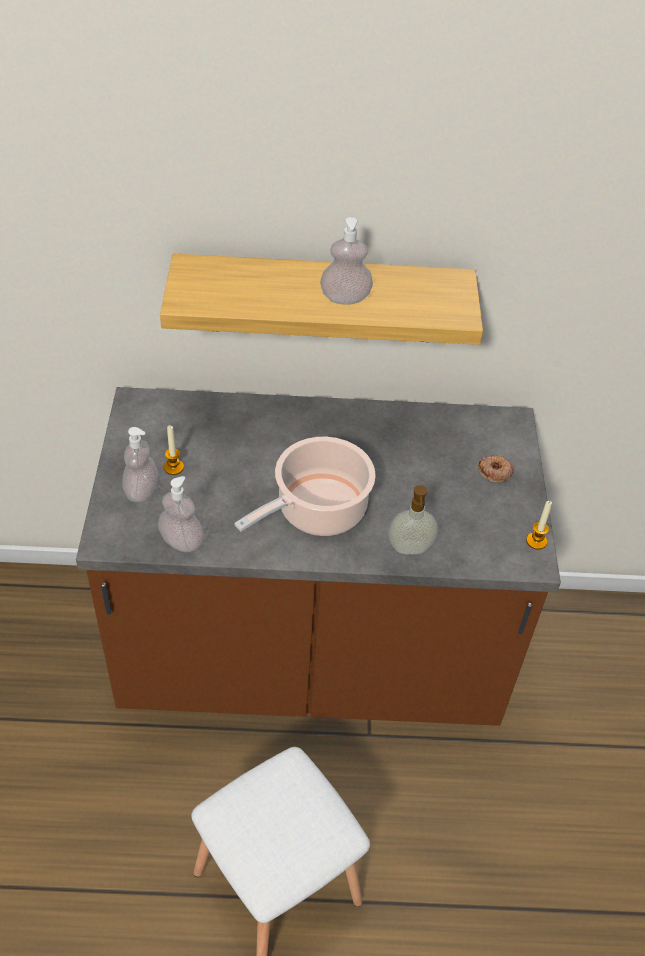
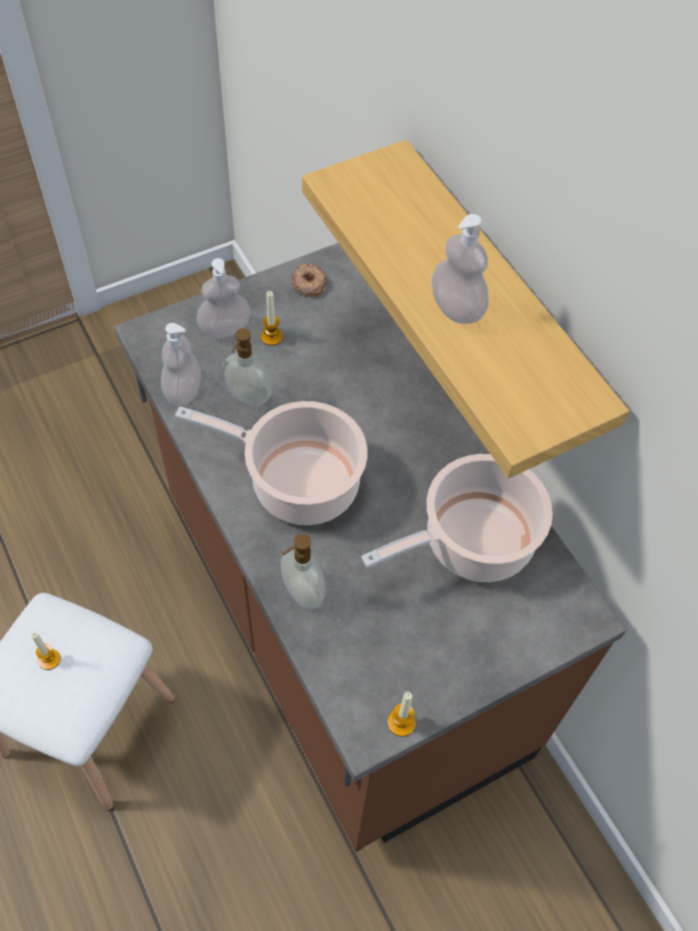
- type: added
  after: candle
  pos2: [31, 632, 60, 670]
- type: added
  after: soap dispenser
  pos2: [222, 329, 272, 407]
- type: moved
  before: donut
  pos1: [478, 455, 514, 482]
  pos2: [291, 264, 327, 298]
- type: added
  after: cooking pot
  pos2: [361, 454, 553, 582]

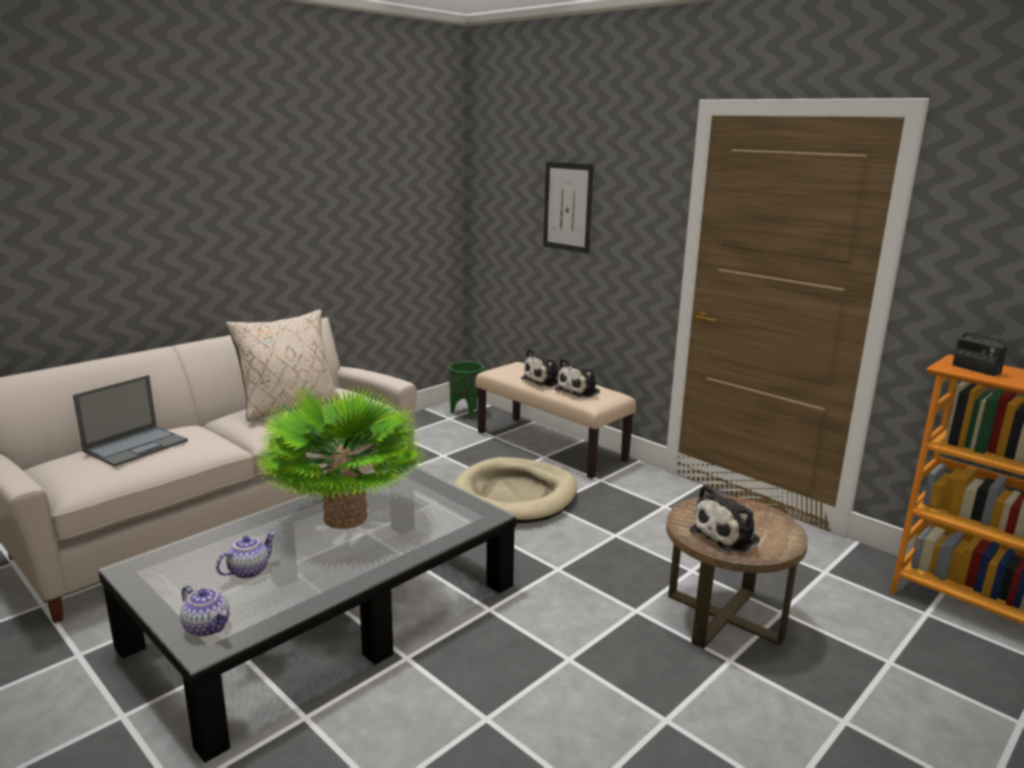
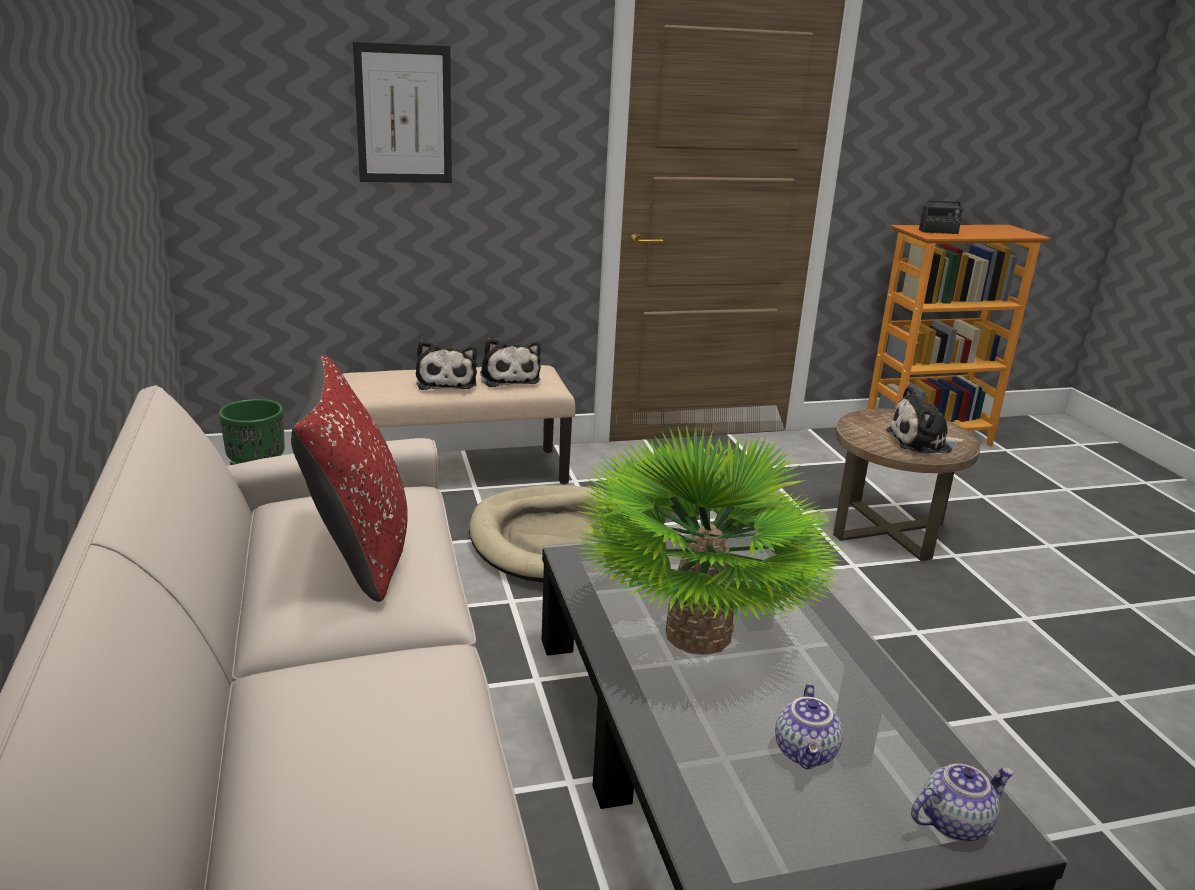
- type: recoloured
  before: beige pillow
  after: red pillow
  pos1: [226, 309, 338, 421]
  pos2: [291, 355, 408, 602]
- type: turned
  before: teapot
  pos1: [216, 532, 276, 579]
  pos2: [775, 683, 843, 769]
  turn: -150
- type: turned
  before: plush toy
  pos1: [690, 485, 760, 552]
  pos2: [886, 386, 965, 454]
  turn: 90
- type: removed
  before: laptop
  pos1: [73, 375, 188, 467]

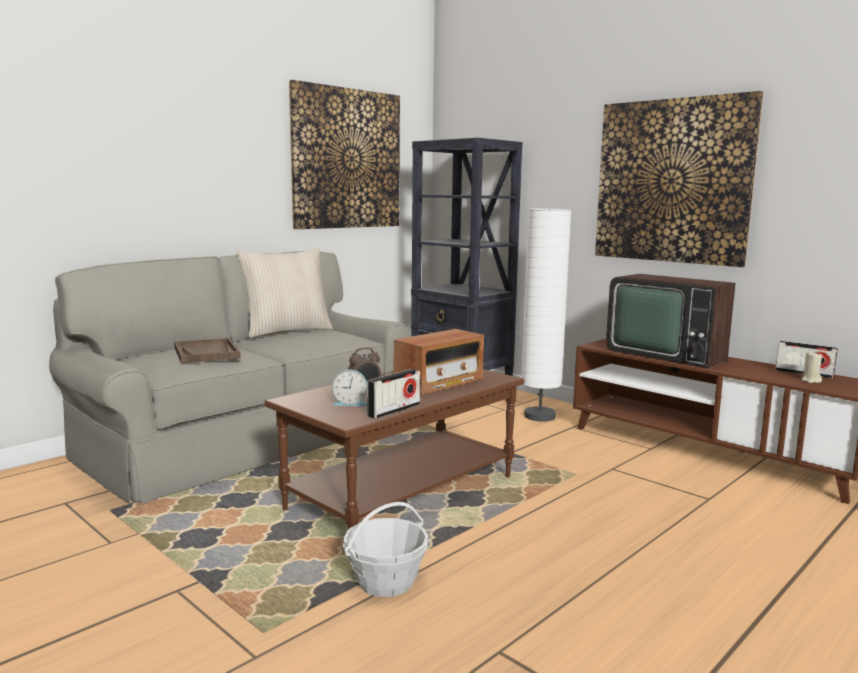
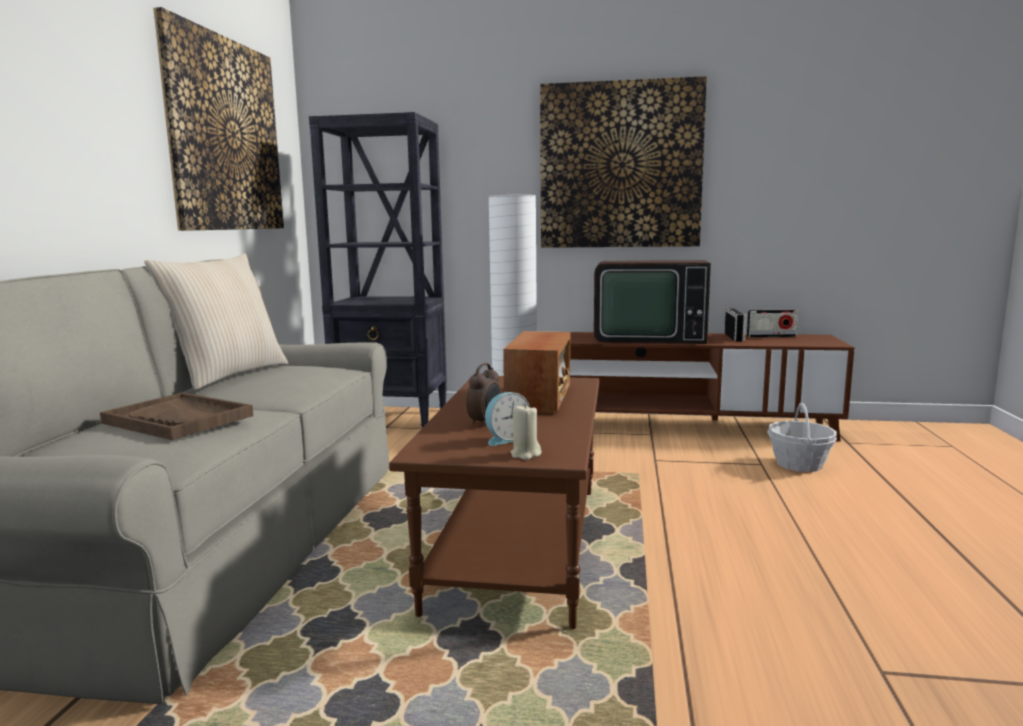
- type: moved
  before: beige candle
  pos1: [801, 352, 822, 383]
  pos2: [511, 404, 542, 460]
- type: moved
  before: radio
  pos1: [367, 369, 420, 419]
  pos2: [725, 308, 746, 342]
- type: moved
  before: basket
  pos1: [343, 502, 428, 597]
  pos2: [767, 403, 837, 472]

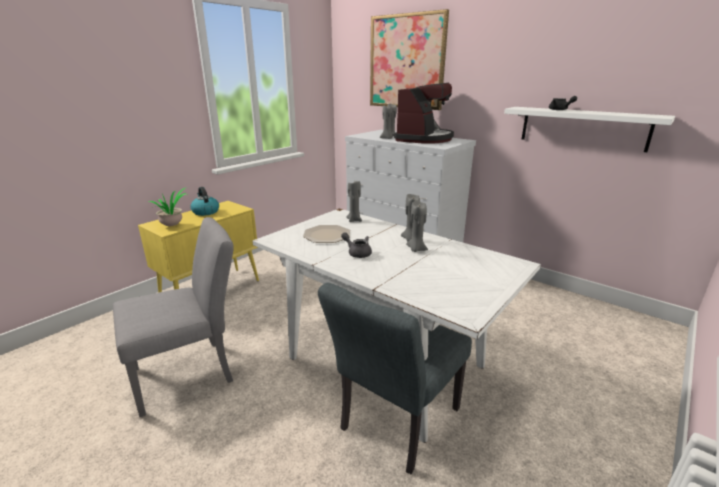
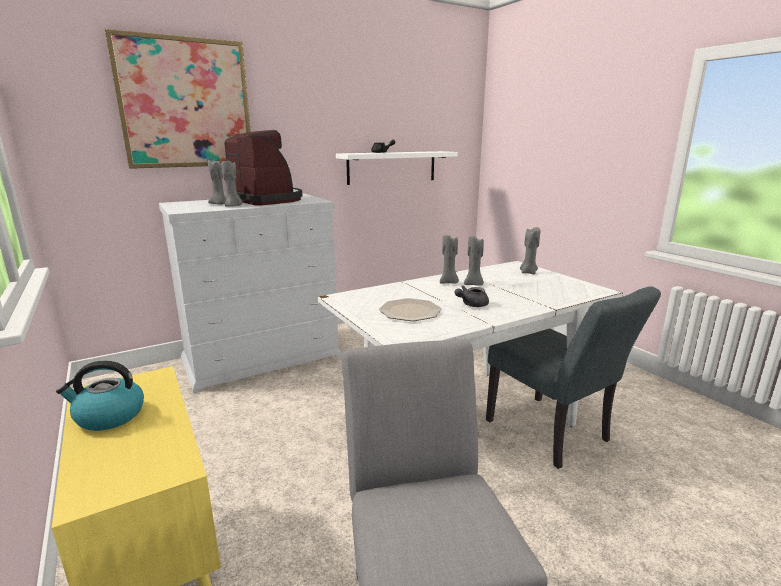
- type: moved
  before: grey candle
  pos1: [346, 181, 362, 222]
  pos2: [520, 227, 540, 274]
- type: removed
  before: potted plant
  pos1: [148, 188, 186, 226]

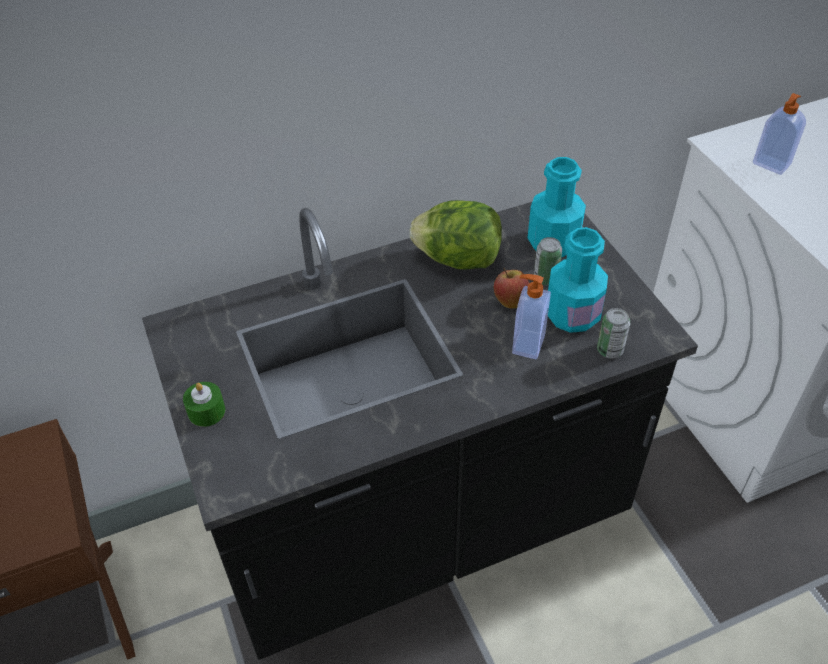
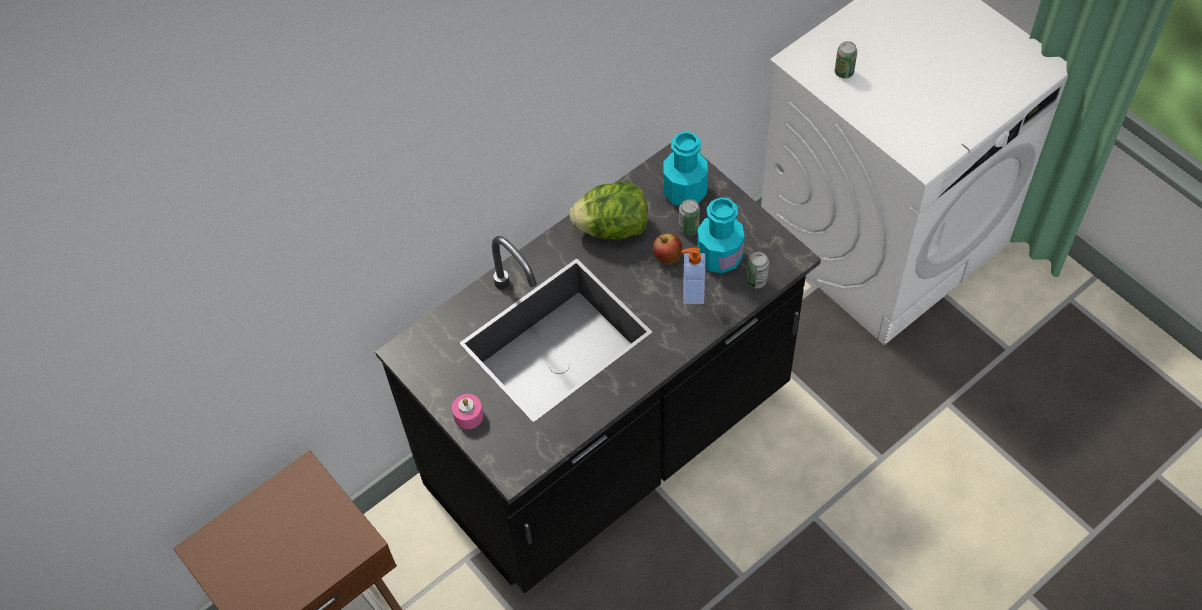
- type: recoloured
  before: green candle
  after: pink candle
  pos1: [183, 382, 225, 427]
  pos2: [452, 394, 484, 429]
- type: replaced
  before: soap dispenser
  after: can
  pos1: [753, 93, 806, 175]
  pos2: [835, 41, 857, 78]

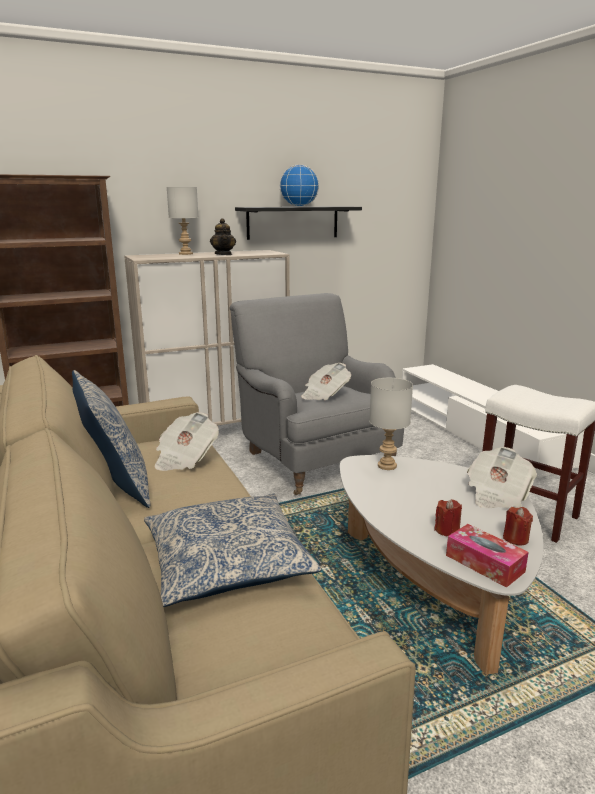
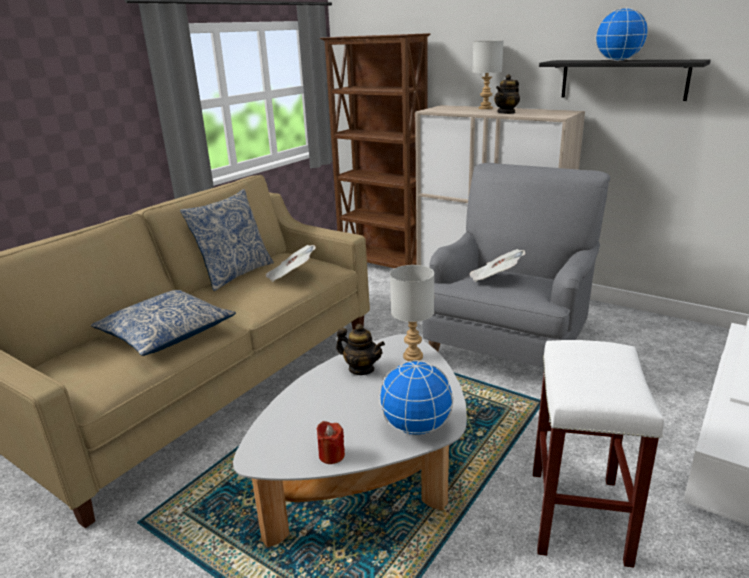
- type: added
  after: teapot
  pos2: [336, 324, 385, 375]
- type: replaced
  before: newspaper
  after: globe
  pos1: [467, 447, 537, 508]
  pos2: [379, 360, 454, 435]
- type: removed
  before: red candle
  pos1: [434, 499, 462, 536]
- type: removed
  before: tissue box
  pos1: [446, 524, 529, 588]

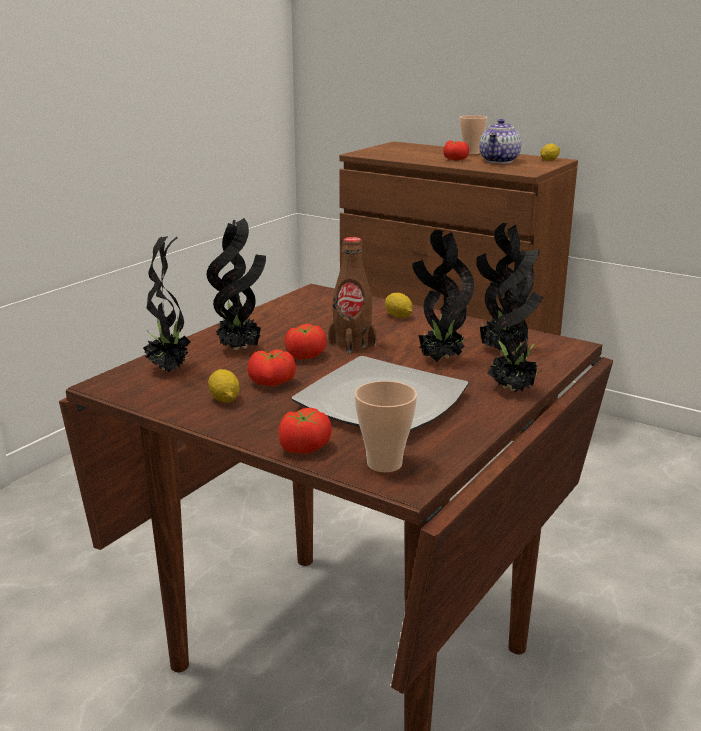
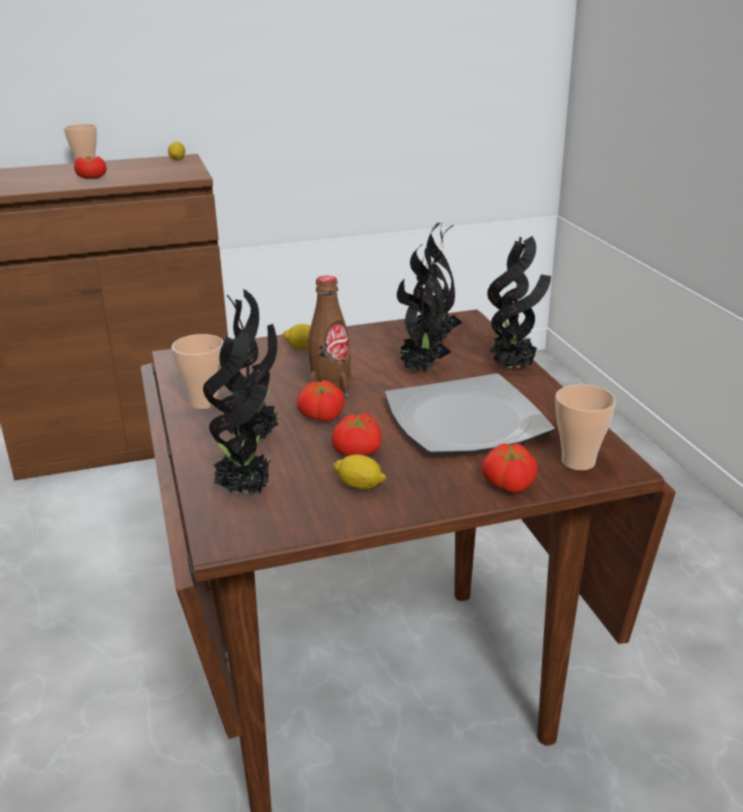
- type: added
  after: cup
  pos2: [172, 334, 223, 409]
- type: removed
  before: teapot
  pos1: [479, 119, 521, 163]

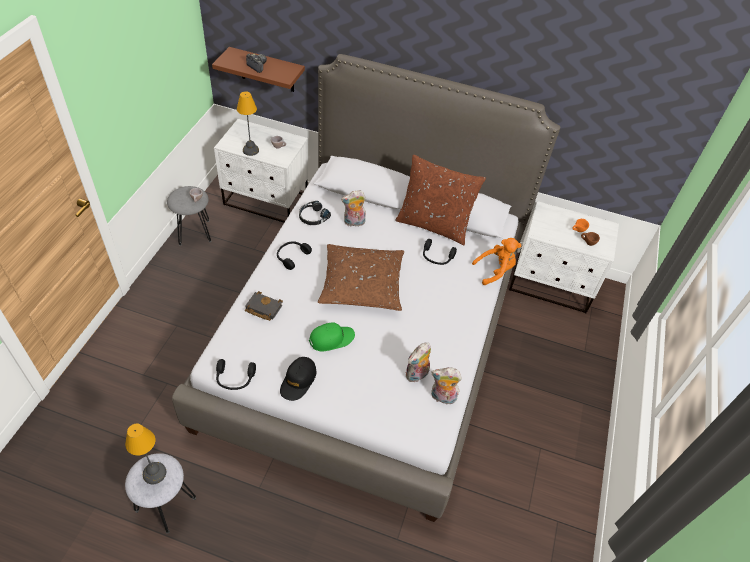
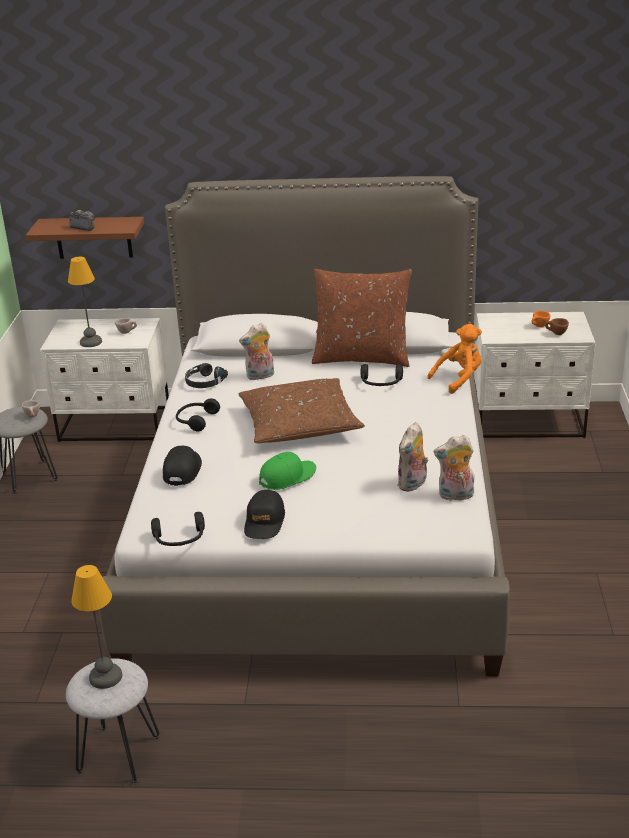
- type: replaced
  before: black book
  after: black cap
  pos1: [245, 291, 283, 321]
  pos2: [163, 446, 202, 486]

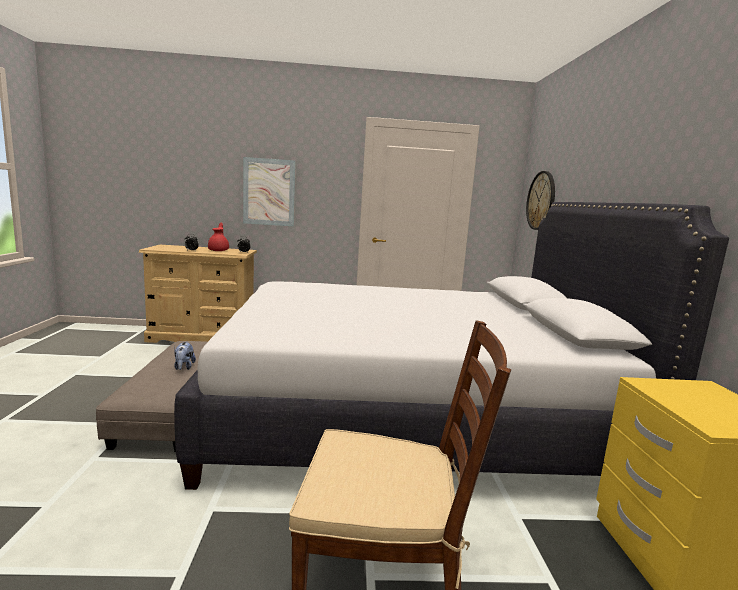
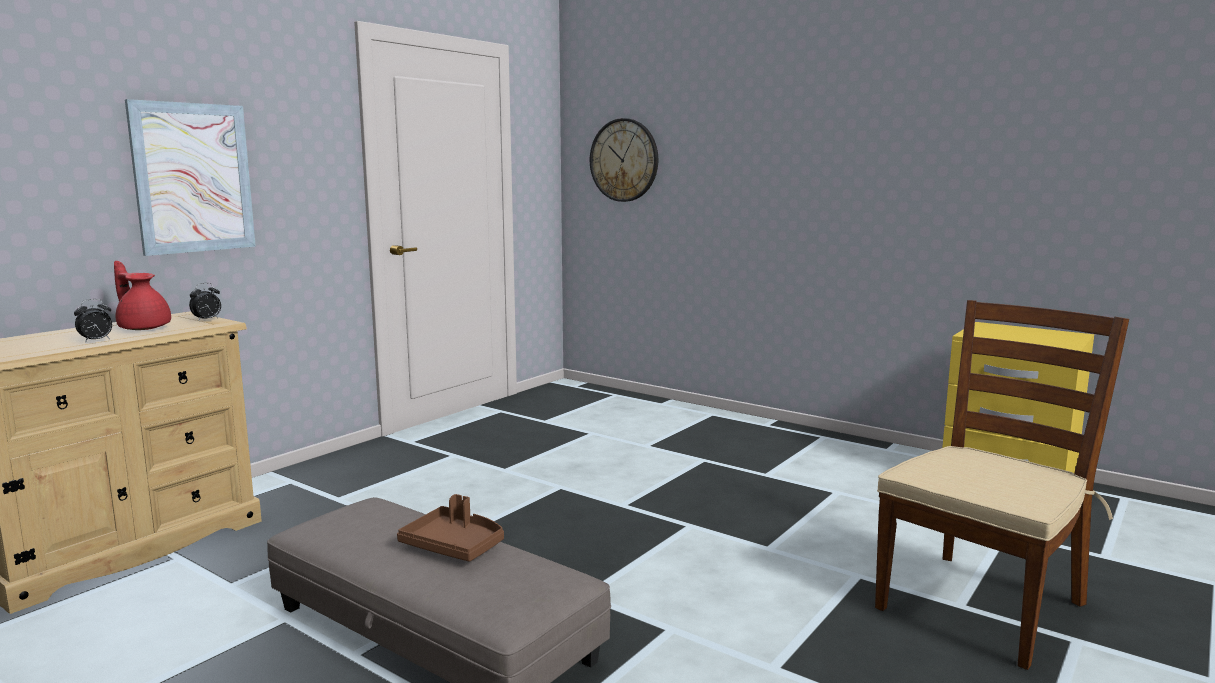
- type: replaced
  before: plush toy
  after: brown tray
  pos1: [174, 342, 196, 370]
  pos2: [397, 494, 504, 562]
- type: removed
  before: white bed
  pos1: [174, 202, 729, 490]

